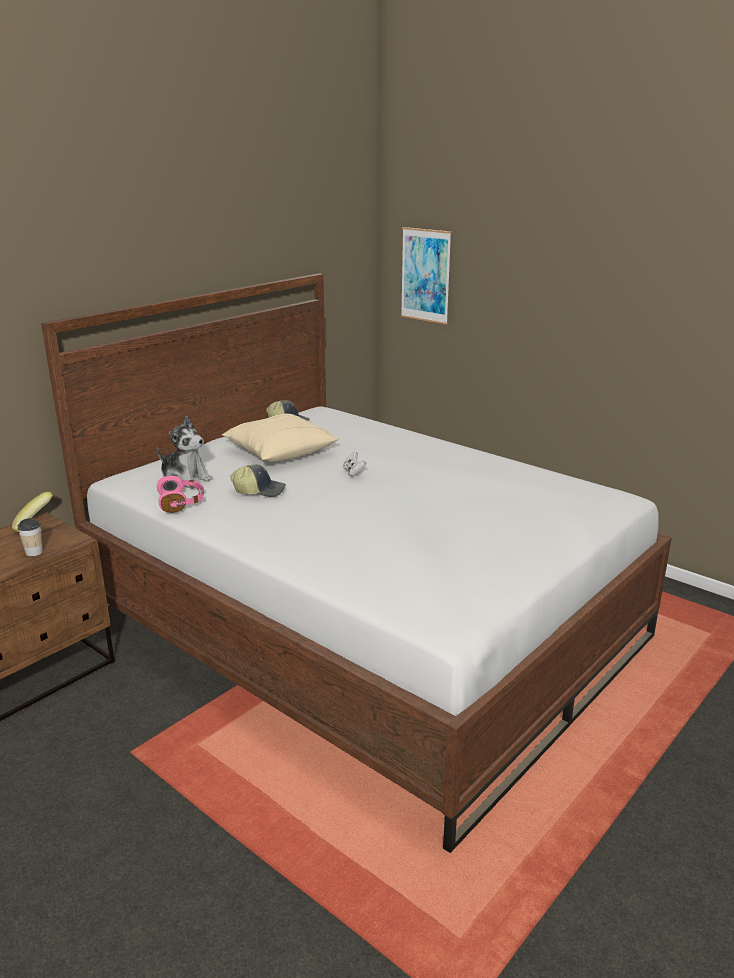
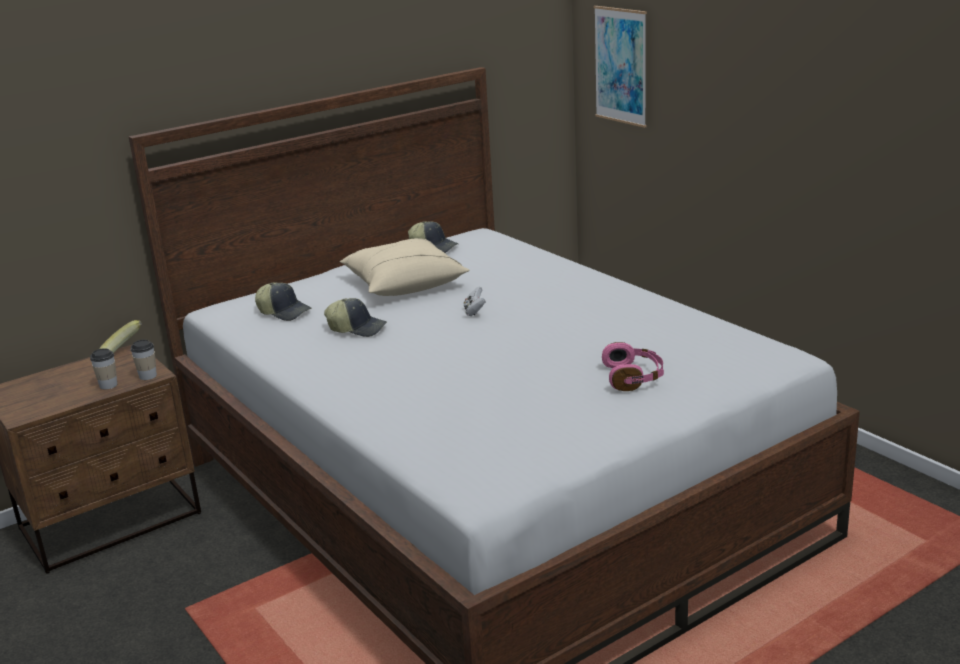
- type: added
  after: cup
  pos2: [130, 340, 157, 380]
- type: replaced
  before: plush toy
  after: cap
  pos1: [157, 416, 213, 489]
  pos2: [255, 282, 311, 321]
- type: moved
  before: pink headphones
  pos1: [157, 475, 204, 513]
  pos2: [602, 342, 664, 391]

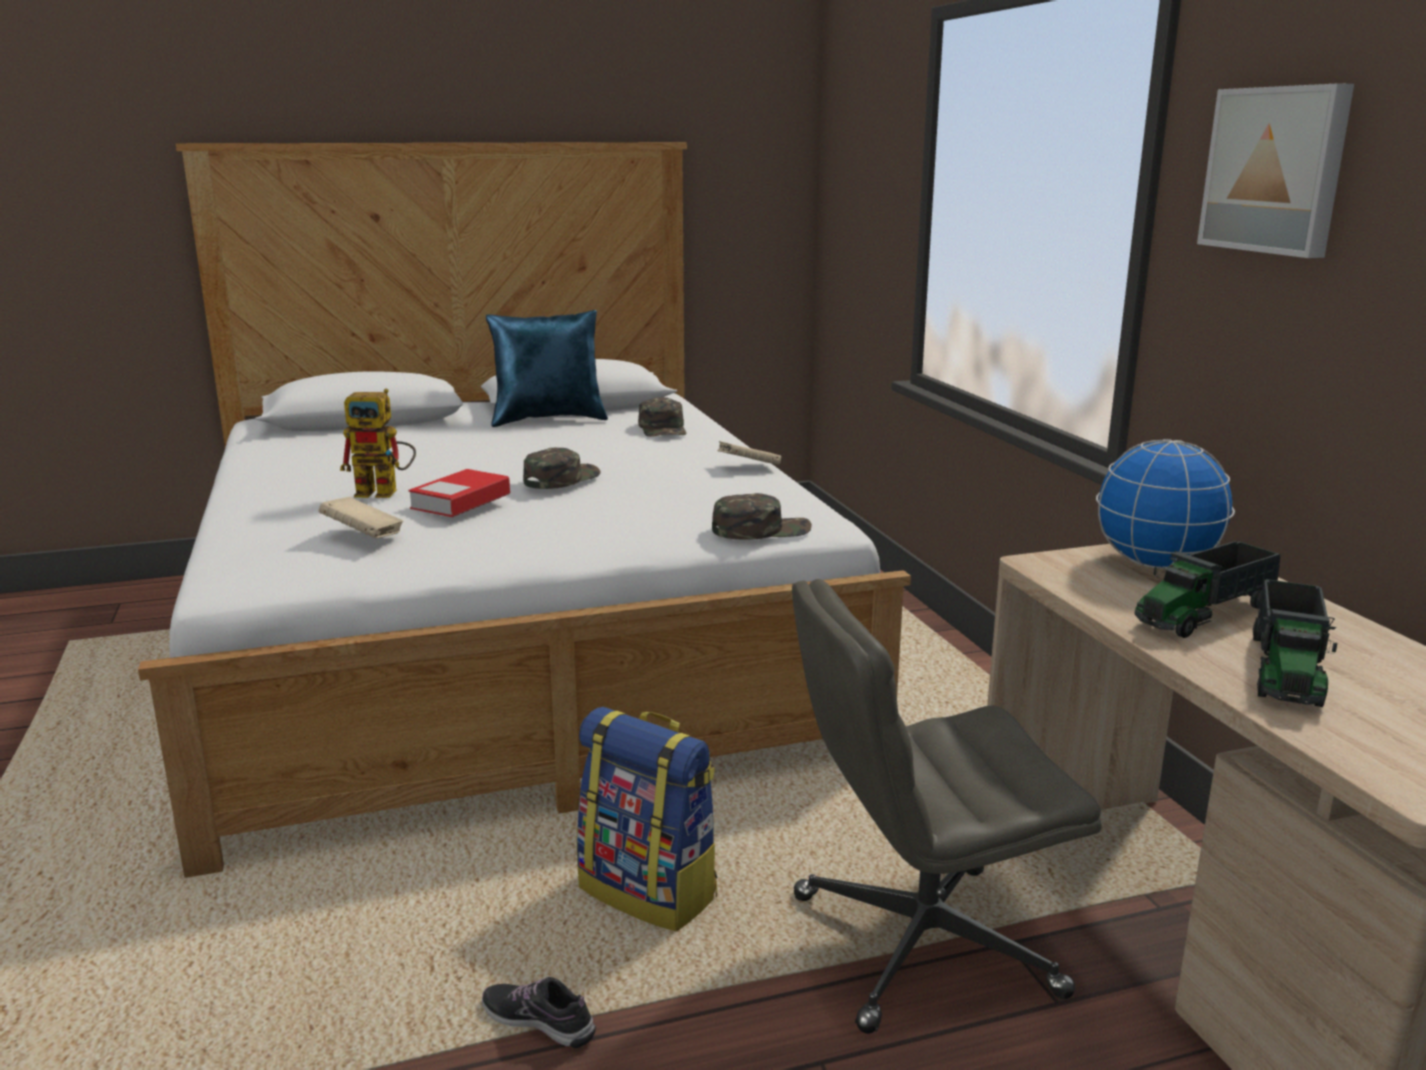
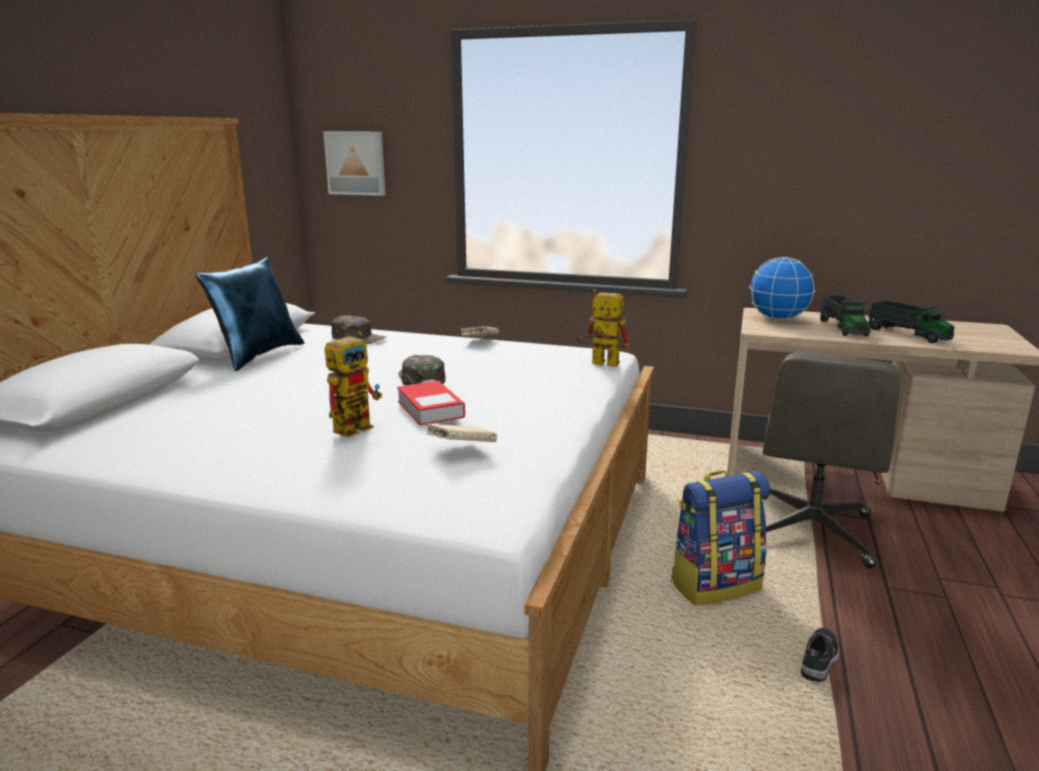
- type: moved
  before: picture
  pos1: [1197, 83, 1354, 258]
  pos2: [323, 132, 385, 196]
- type: replaced
  before: green cap
  after: toy robot
  pos1: [712, 493, 812, 540]
  pos2: [577, 289, 629, 367]
- type: turned
  before: shoe
  pos1: [482, 977, 596, 1048]
  pos2: [801, 628, 839, 682]
  turn: 150

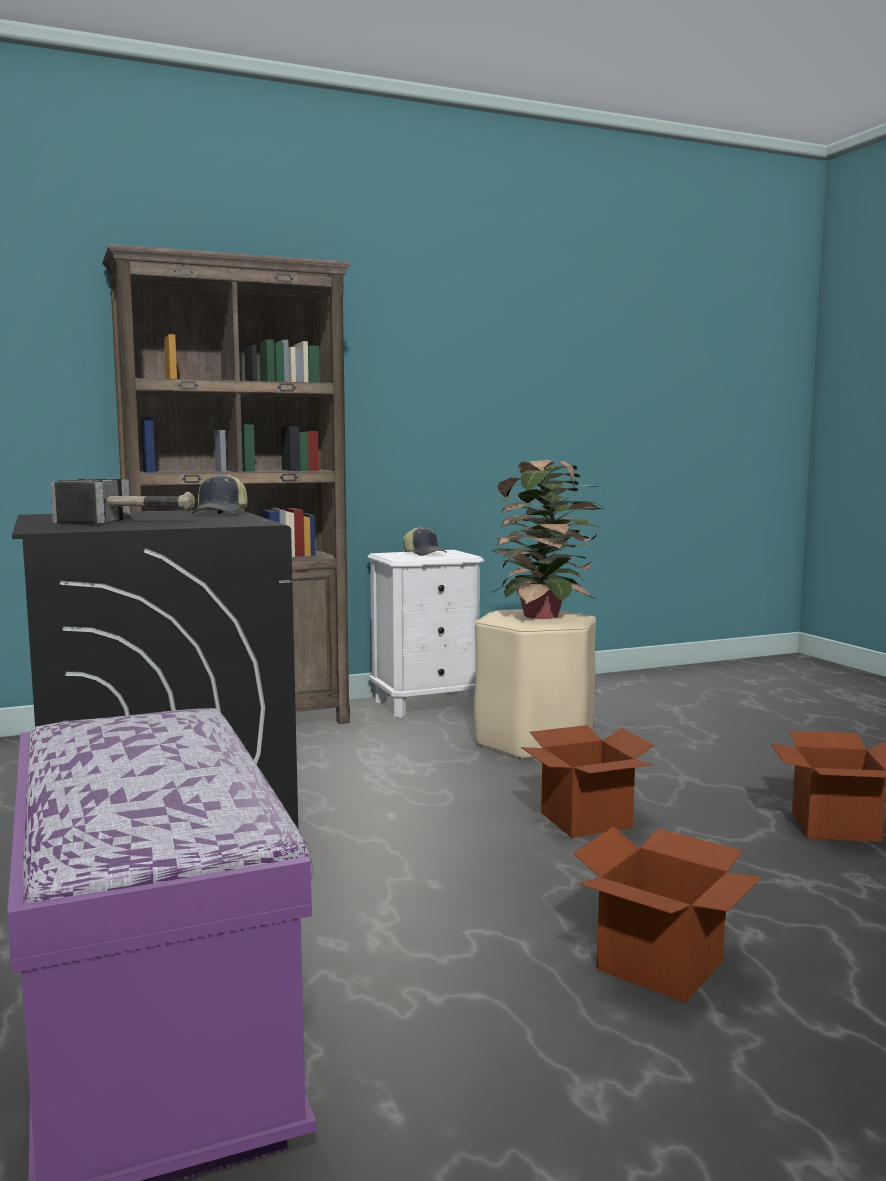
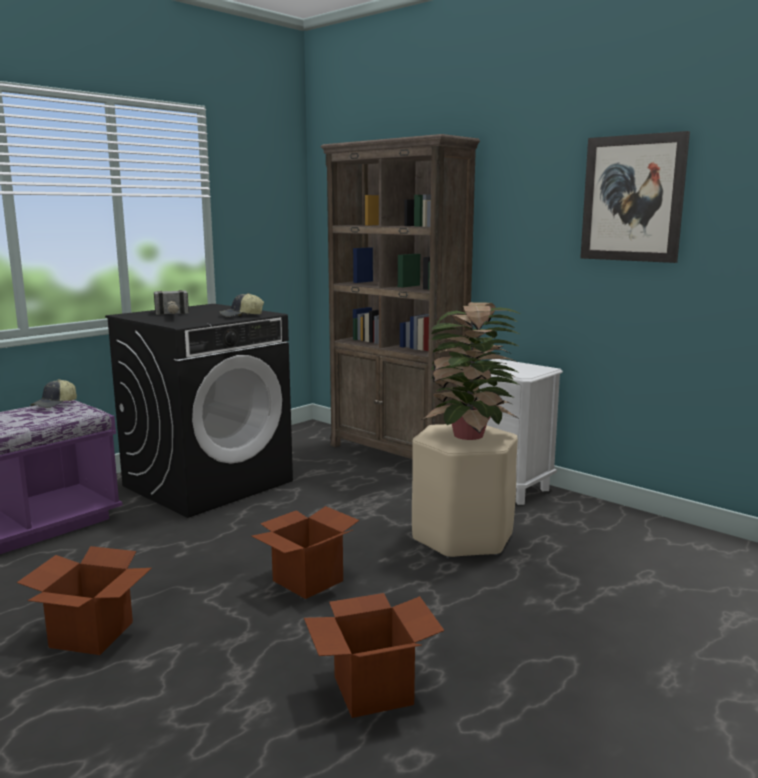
- type: moved
  before: cap
  pos1: [403, 527, 446, 556]
  pos2: [30, 379, 77, 408]
- type: added
  after: picture
  pos2: [580, 131, 690, 263]

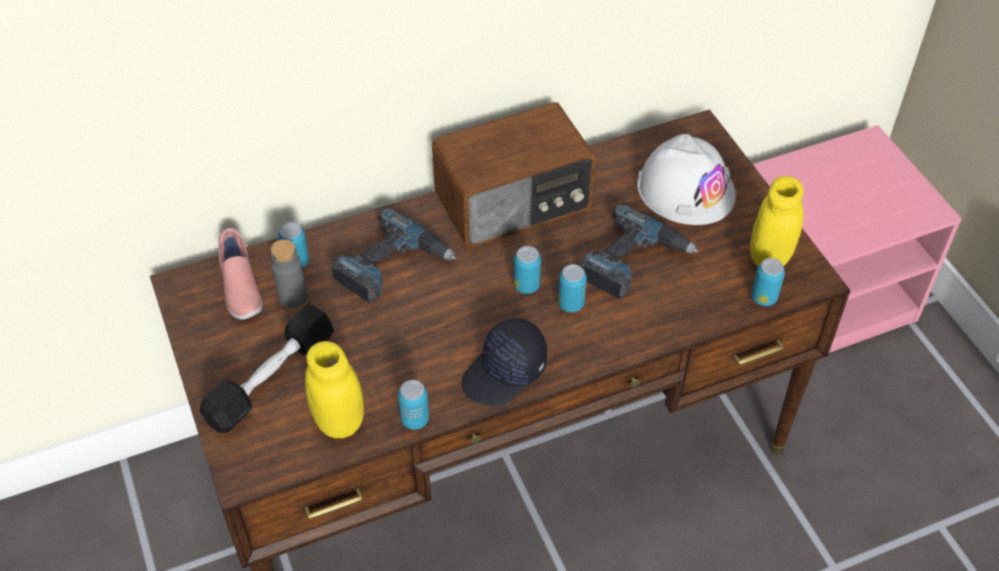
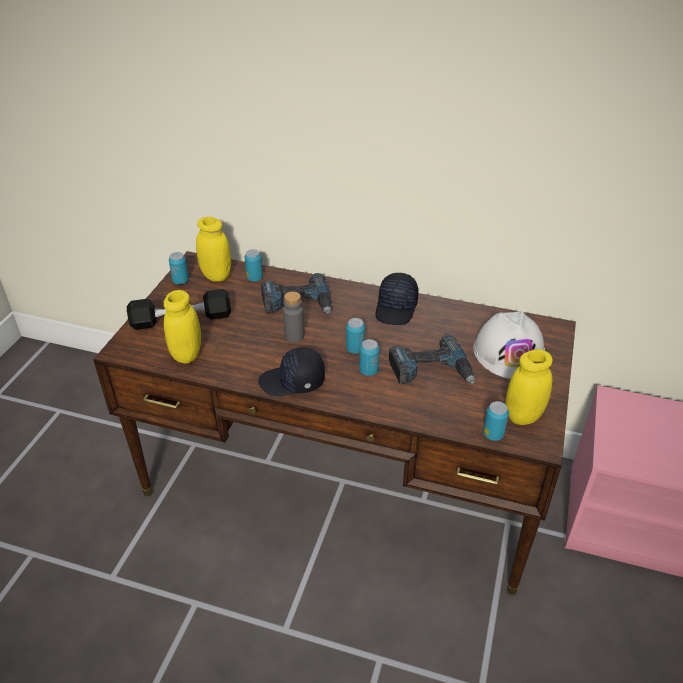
- type: moved
  before: can
  pos1: [398, 380, 429, 430]
  pos2: [169, 252, 189, 284]
- type: replaced
  before: pink shoe
  after: yellow jar
  pos1: [218, 228, 263, 320]
  pos2: [196, 217, 231, 282]
- type: moved
  before: grey bottle
  pos1: [271, 239, 307, 308]
  pos2: [283, 291, 304, 343]
- type: replaced
  before: radio
  after: black cap
  pos1: [432, 102, 596, 248]
  pos2: [376, 273, 419, 325]

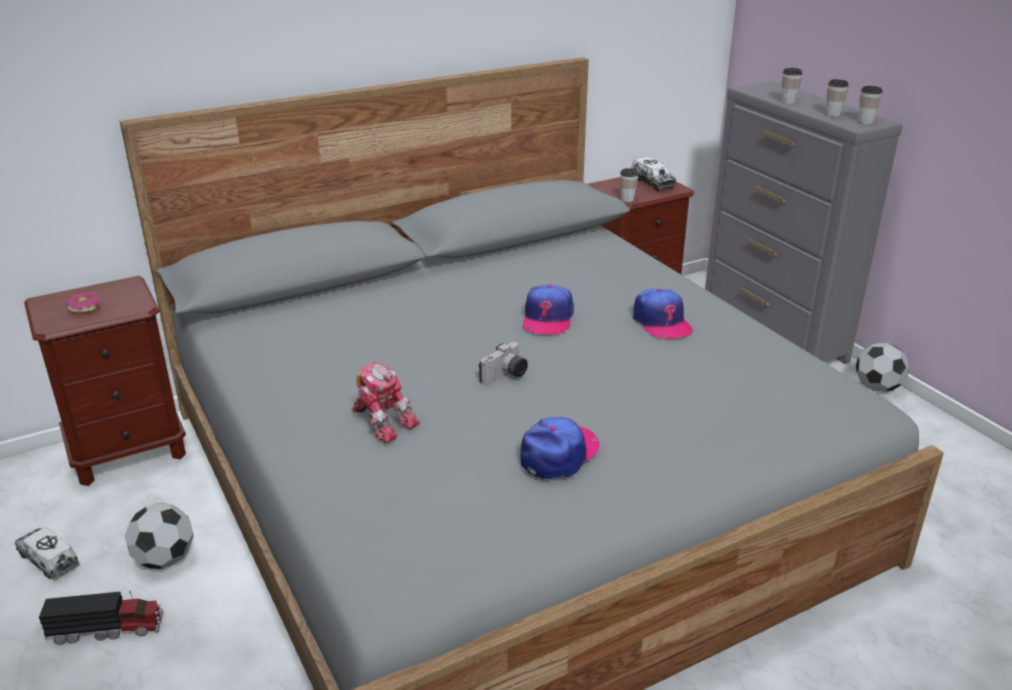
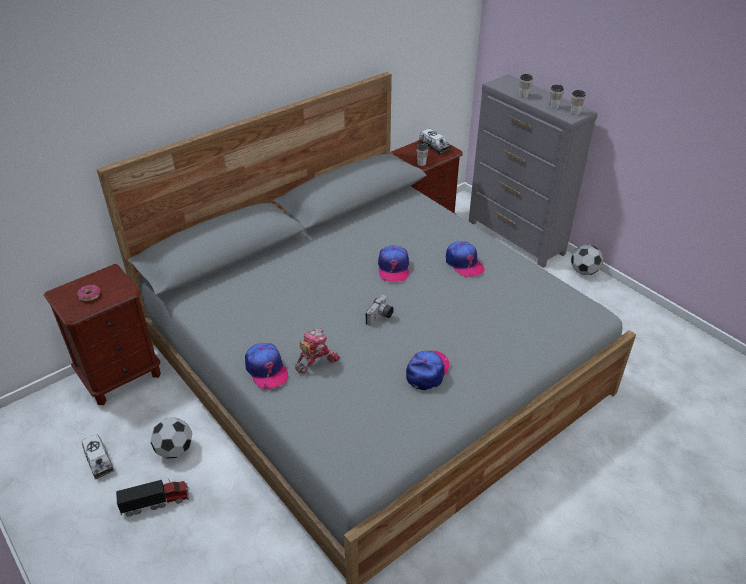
- type: turned
  before: toy truck
  pos1: [15, 527, 80, 580]
  pos2: [82, 434, 114, 479]
  turn: -150
- type: added
  after: cap
  pos2: [245, 343, 289, 389]
- type: turned
  before: toy robot
  pos1: [351, 362, 420, 443]
  pos2: [295, 328, 340, 374]
  turn: -75

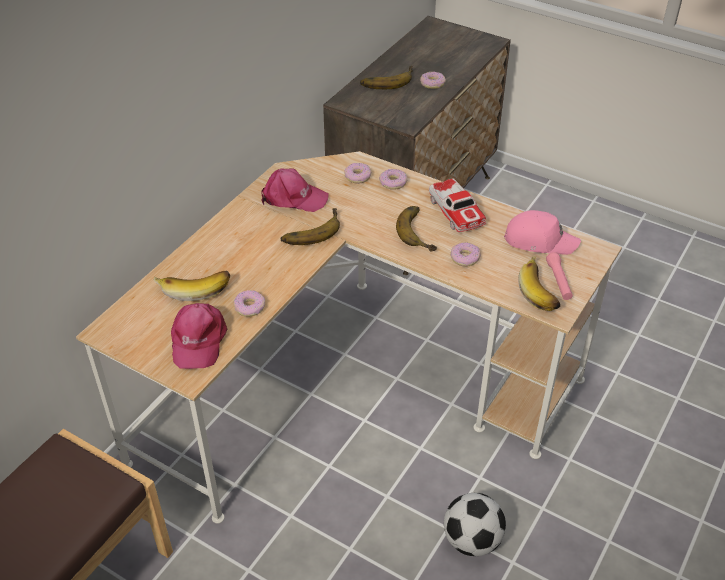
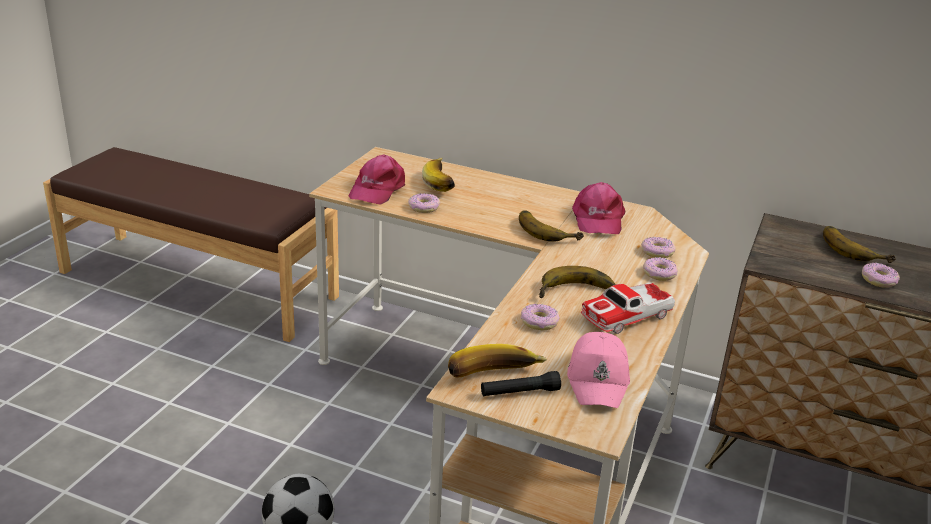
- type: turned
  before: pink cap
  pos1: [171, 303, 227, 369]
  pos2: [349, 155, 405, 205]
  turn: -60
- type: recoloured
  before: pink flashlight
  after: black flashlight
  pos1: [546, 252, 573, 300]
  pos2: [481, 371, 561, 396]

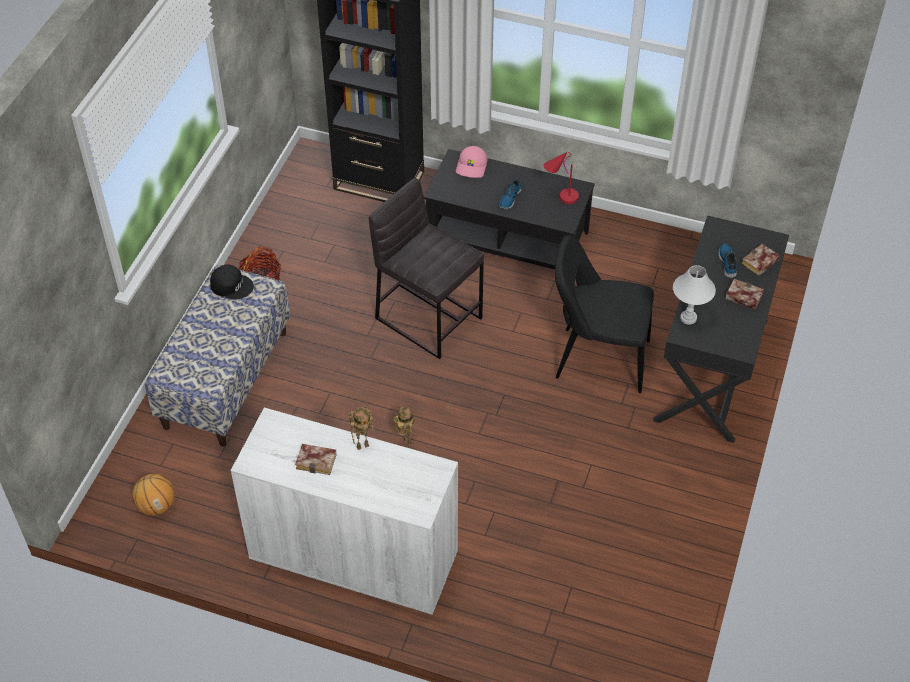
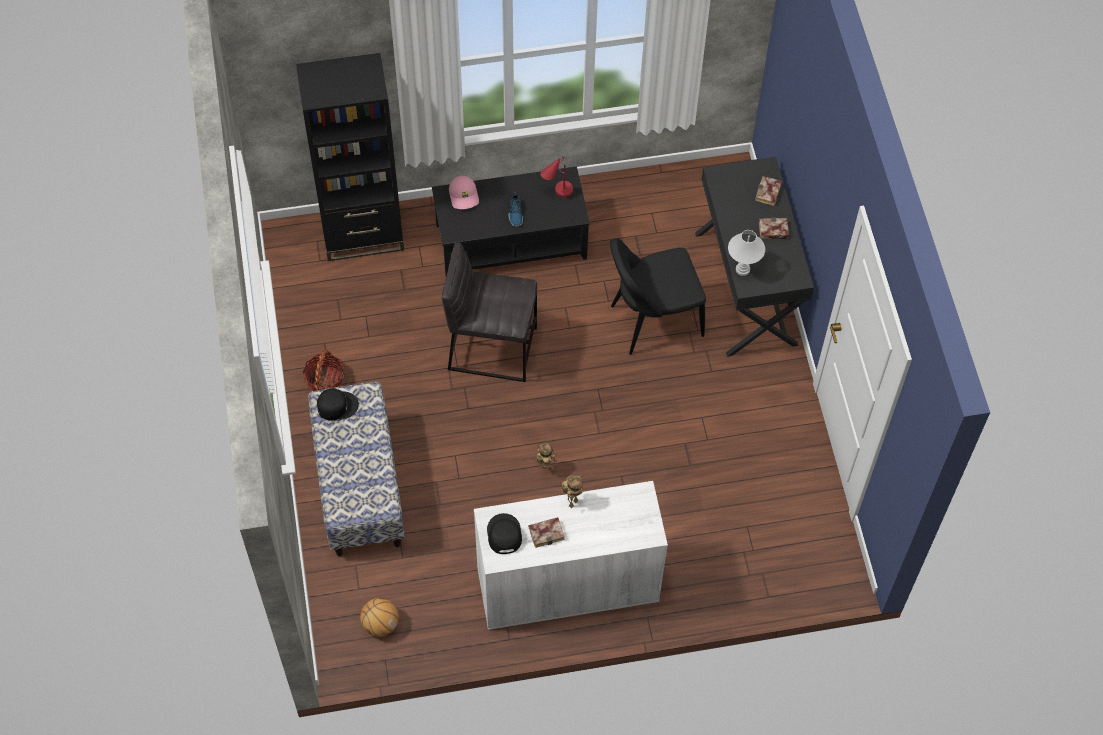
- type: added
  after: black cap
  pos2: [487, 513, 522, 554]
- type: removed
  before: shoe
  pos1: [719, 244, 737, 278]

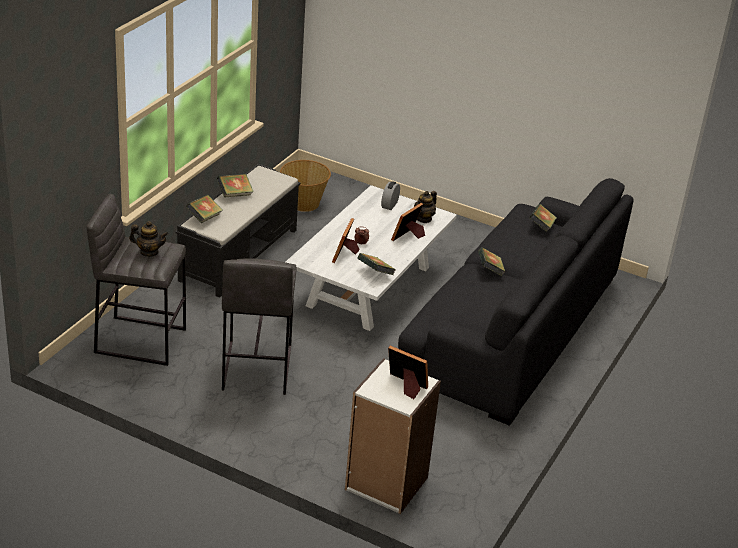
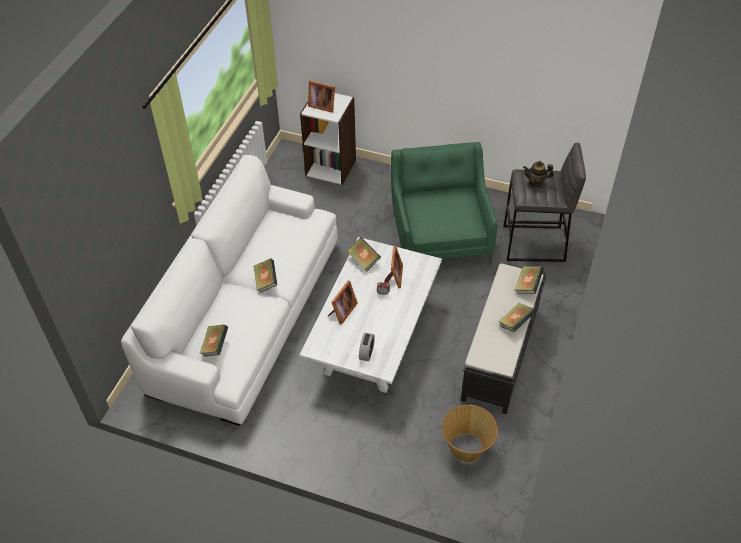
- type: recoloured
  before: black sofa
  after: white sofa
  pos1: [398, 178, 634, 426]
  pos2: [121, 155, 338, 426]
- type: replaced
  before: grey stool
  after: green armchair
  pos1: [222, 258, 297, 395]
  pos2: [391, 142, 498, 265]
- type: removed
  before: teapot
  pos1: [414, 191, 437, 223]

